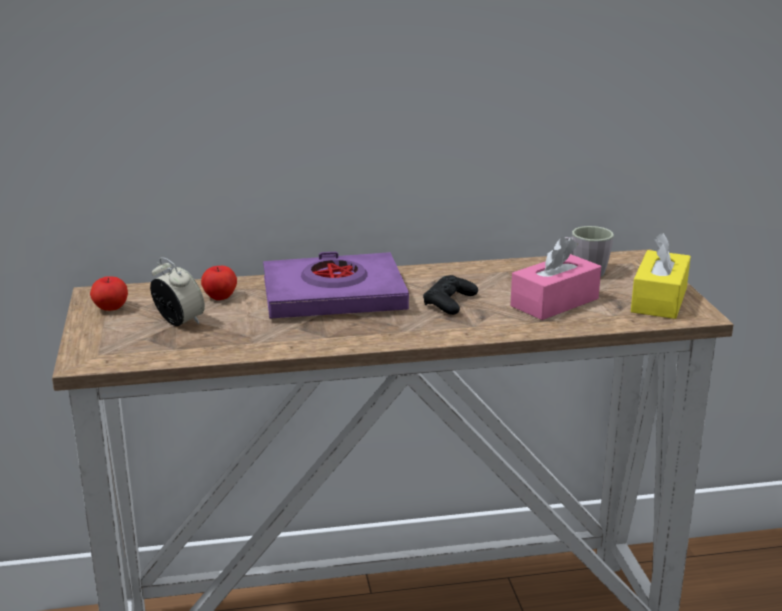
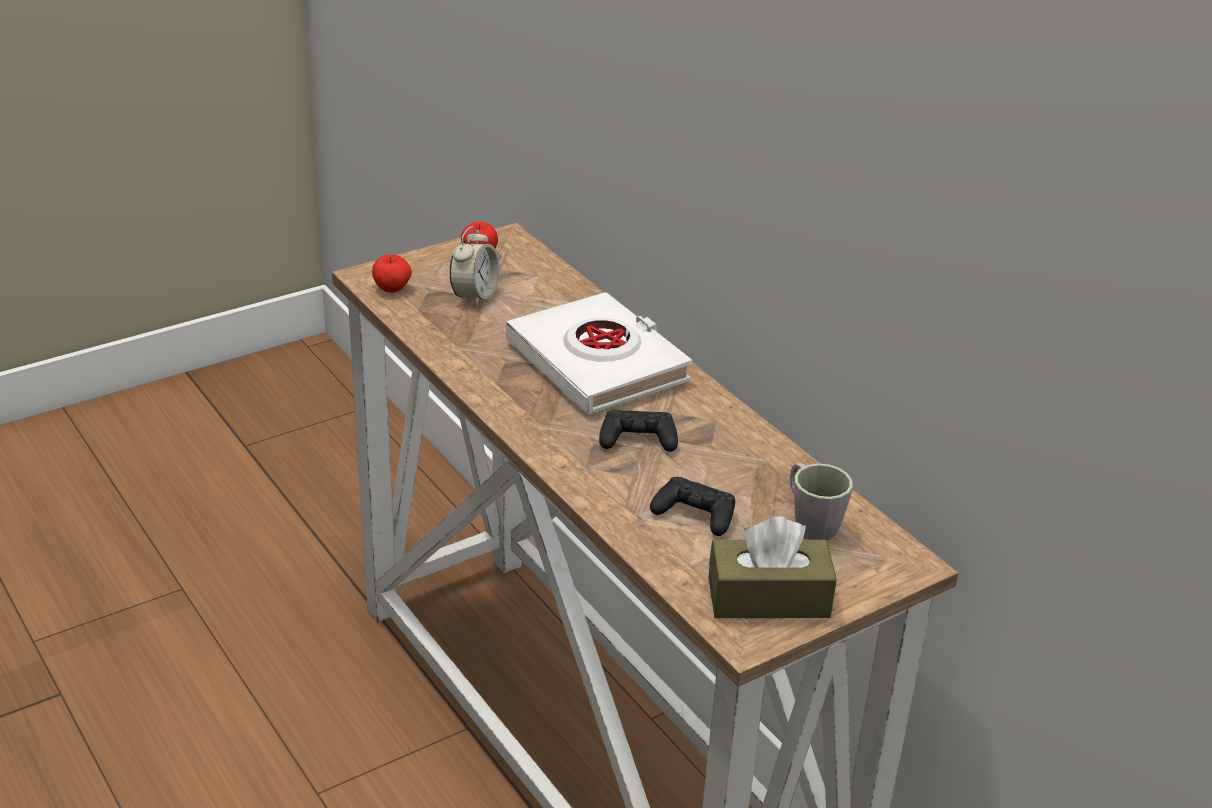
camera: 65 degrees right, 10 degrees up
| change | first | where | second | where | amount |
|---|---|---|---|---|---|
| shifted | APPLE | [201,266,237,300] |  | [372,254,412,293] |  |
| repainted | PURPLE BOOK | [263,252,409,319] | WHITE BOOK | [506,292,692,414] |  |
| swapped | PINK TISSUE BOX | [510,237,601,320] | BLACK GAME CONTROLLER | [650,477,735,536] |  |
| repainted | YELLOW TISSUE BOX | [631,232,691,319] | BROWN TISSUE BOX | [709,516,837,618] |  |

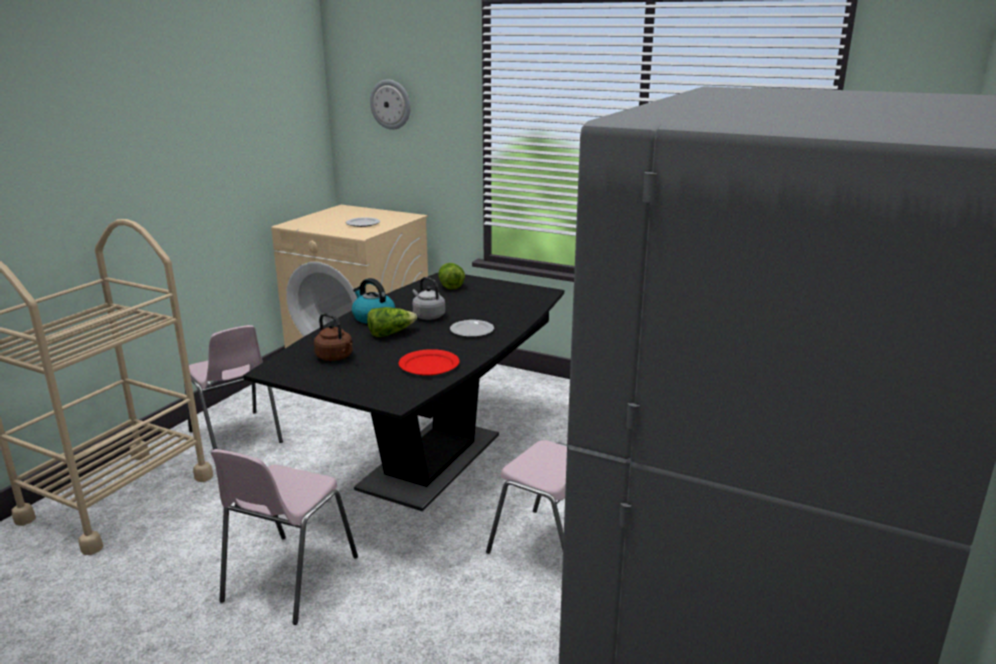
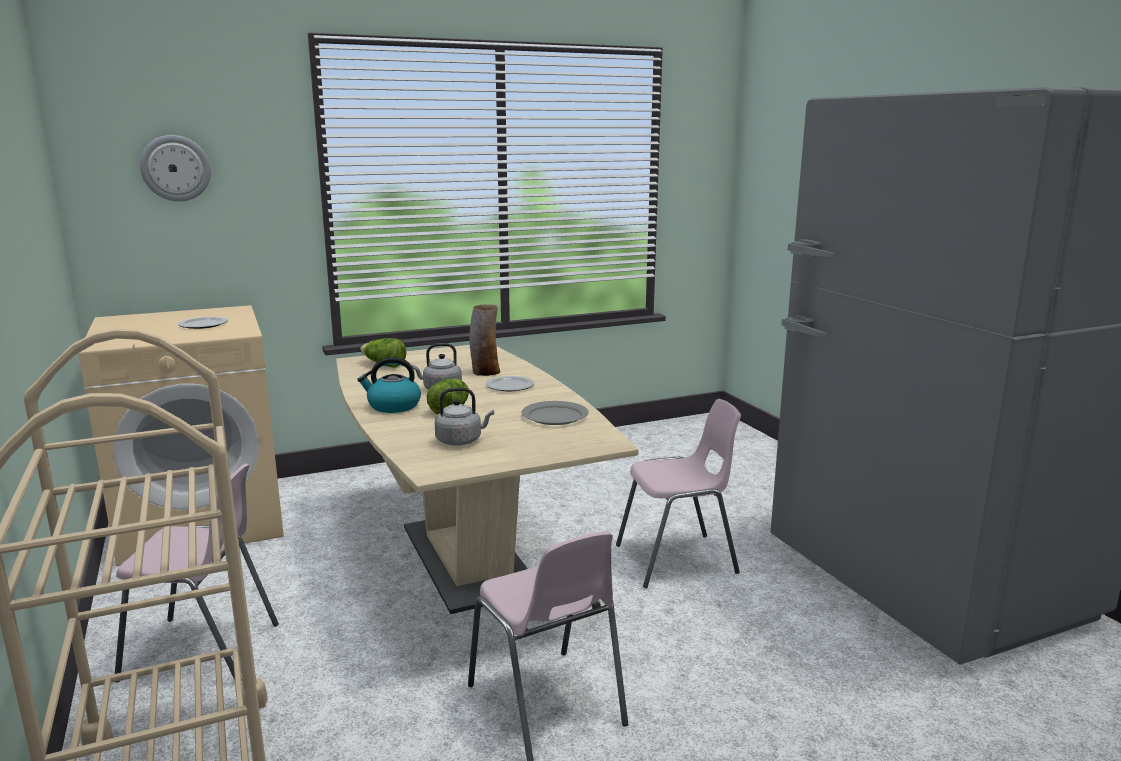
camera: 50 degrees left, 5 degrees down
| change | first | where | second | where | amount |
|---|---|---|---|---|---|
| repainted | BLACK DINING TABLE | [243,272,564,511] | BEIGE DINING TABLE | [336,345,638,614] |  |
| repainted | BROWN KETTLE | [314,313,352,361] | GREY KETTLE | [435,387,494,445] |  |
| new |  |  | VASE | [469,304,500,376] |  |
| repainted | RED PLATE | [399,349,460,376] | GREY PLATE | [522,401,589,425] |  |

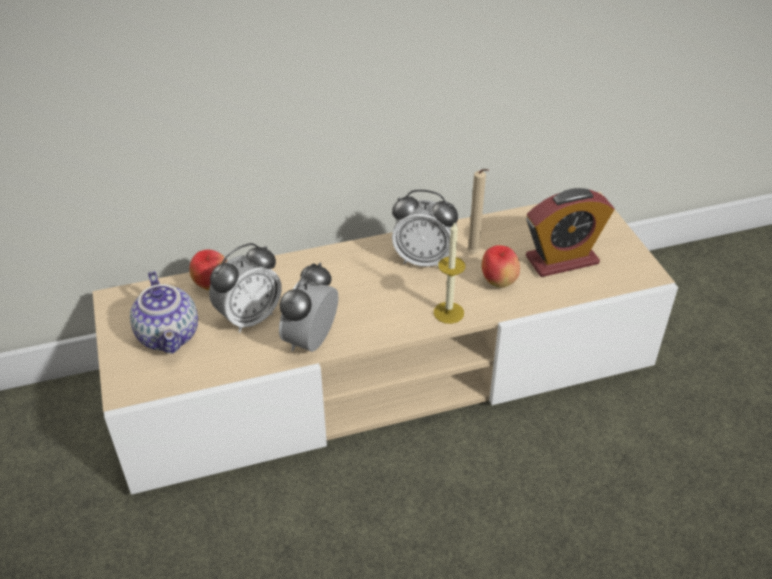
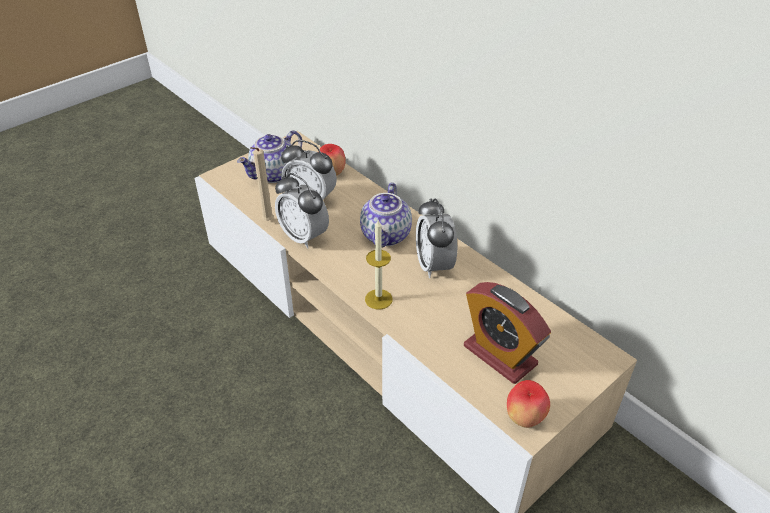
camera: 65 degrees right, 0 degrees up
| change | first | where | second | where | amount |
|---|---|---|---|---|---|
| shifted | BEIGE CANDLE | [467,169,489,254] |  | [250,147,273,221] |  |
| rotated | ALARM CLOCK | [279,263,338,352] |  | [275,173,329,249] | 135 degrees counterclockwise |
| new |  |  | TEAPOT | [360,182,412,248] |  |
| shifted | APPLE | [482,245,520,288] |  | [507,380,550,428] |  |

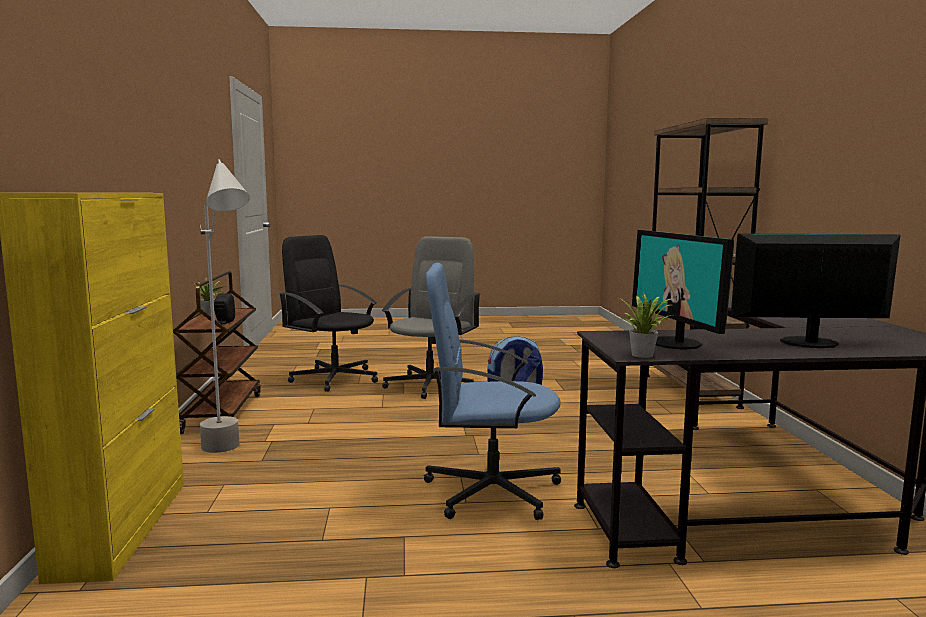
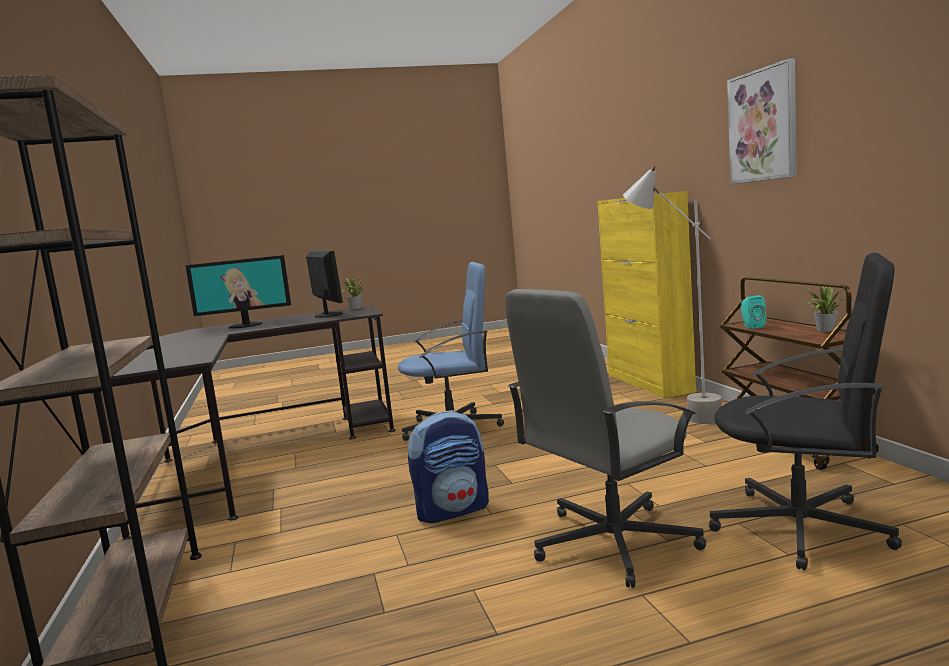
camera: 170 degrees right, 0 degrees up
| change | first | where | second | where | amount |
|---|---|---|---|---|---|
| rotated | GREY OFFICE CHAIR | [382,236,481,399] |  | [505,289,706,588] | 45 degrees clockwise |
| new |  |  | PICTURE | [727,58,797,184] |  |
| repainted | BLACK SPEAKER | [214,293,235,324] | TURQUOISE SPEAKER | [741,295,766,329] |  |

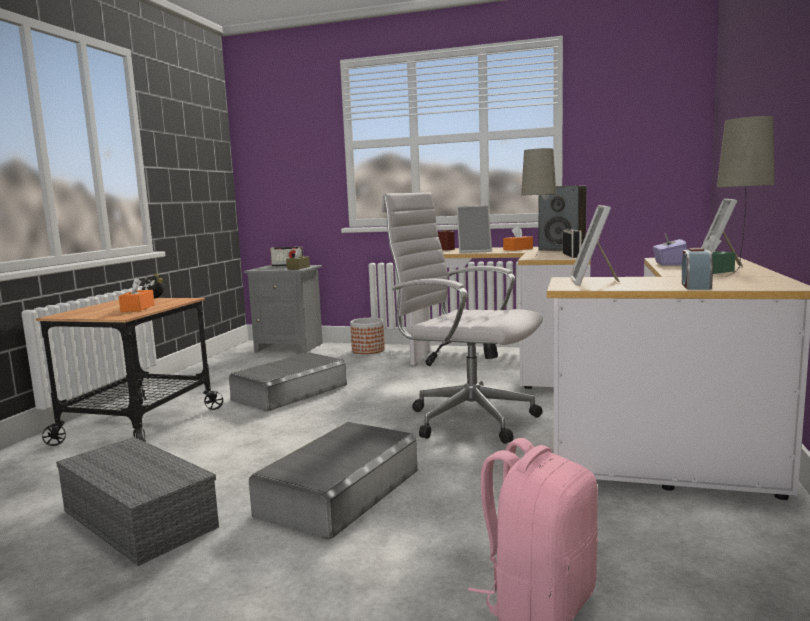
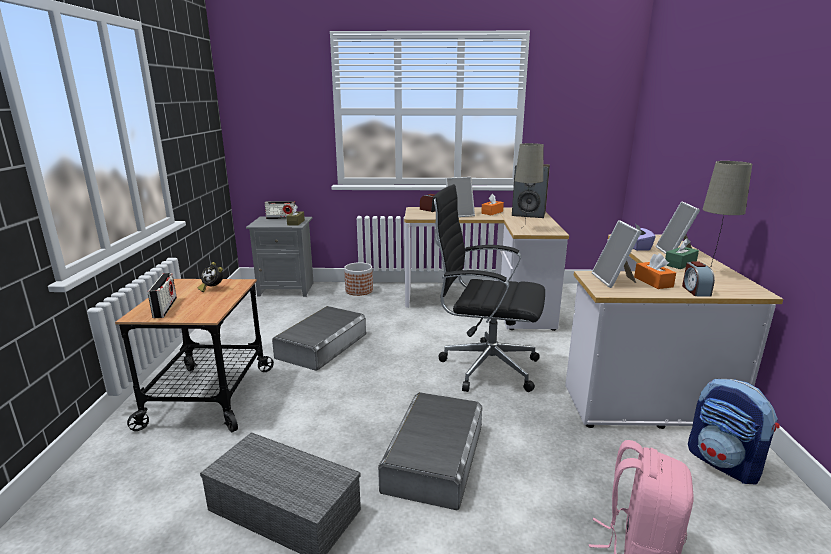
camera: 15 degrees left, 10 degrees up
| change | first | where | second | where | amount |
|---|---|---|---|---|---|
| shifted | RADIO | [563,228,581,258] |  | [148,273,177,318] |  |
| repainted | WHITE OFFICE CHAIR | [382,193,543,444] | BLACK OFFICE CHAIR | [431,184,545,392] |  |
| shifted | ORANGE TISSUE BOX | [119,277,155,312] |  | [634,253,676,289] |  |
| new |  |  | BACKPACK | [688,378,780,484] |  |

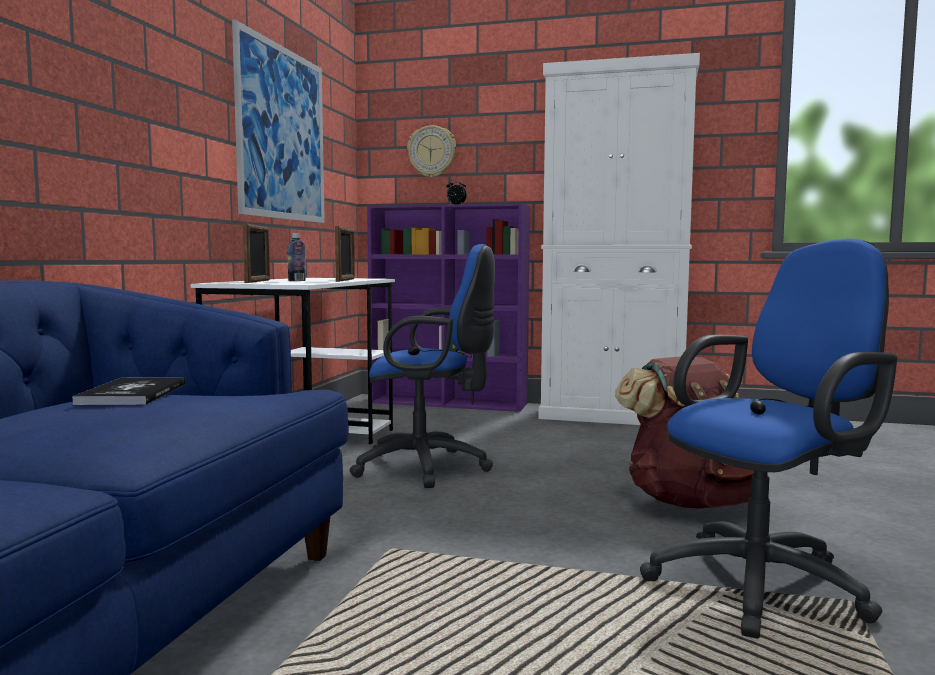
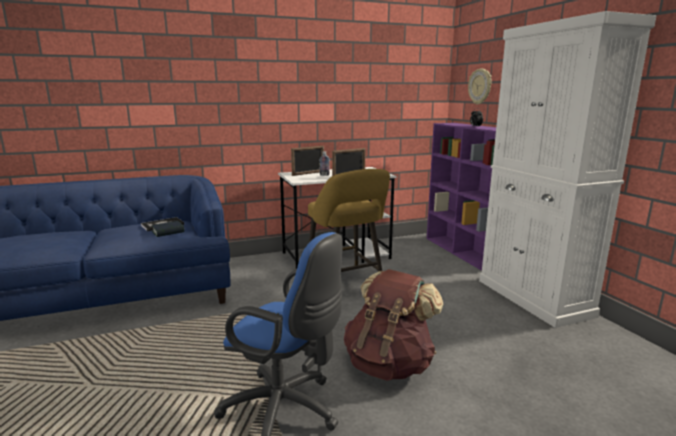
camera: 55 degrees right, 10 degrees up
| change | first | where | second | where | amount |
|---|---|---|---|---|---|
| new |  |  | BOOK | [152,221,184,237] |  |
| swapped | BLUE OFFICE CHAIR | [349,244,495,488] | YELLOW STOOL | [308,169,390,272] |  |
| gone | PICTURE | [232,19,325,223] |  |  |  |

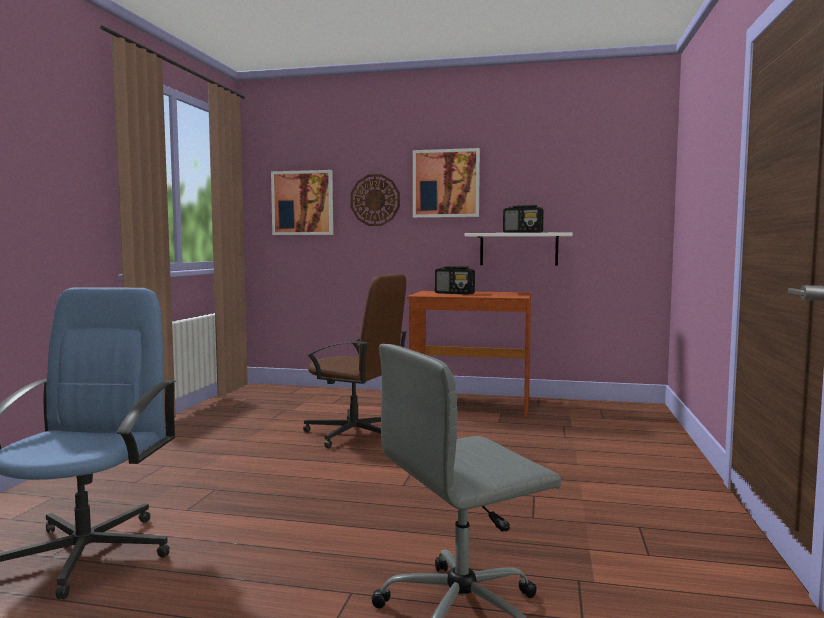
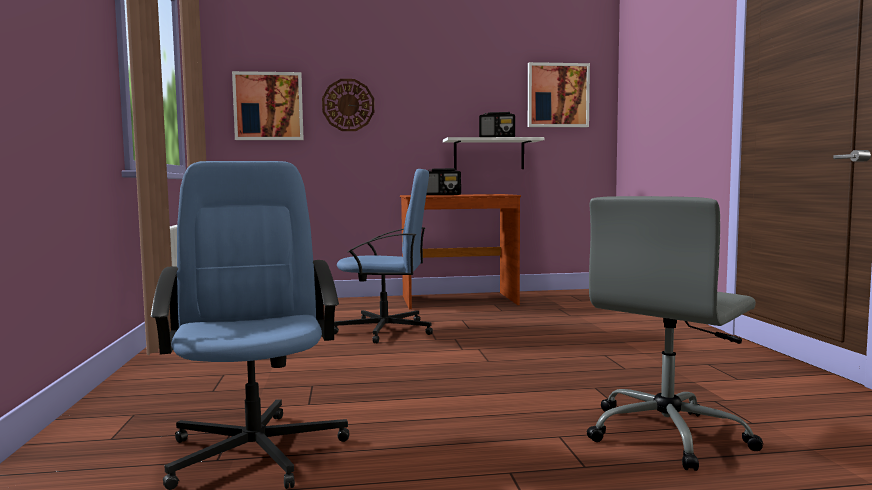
camera: 20 degrees left, 0 degrees up
| change | first | where | second | where | amount |
|---|---|---|---|---|---|
| repainted | BROWN OFFICE CHAIR | [303,274,407,448] | BLUE OFFICE CHAIR | [334,169,433,343] |  |
| shifted | PICTURE | [413,148,480,218] |  | [528,62,590,127] |  |

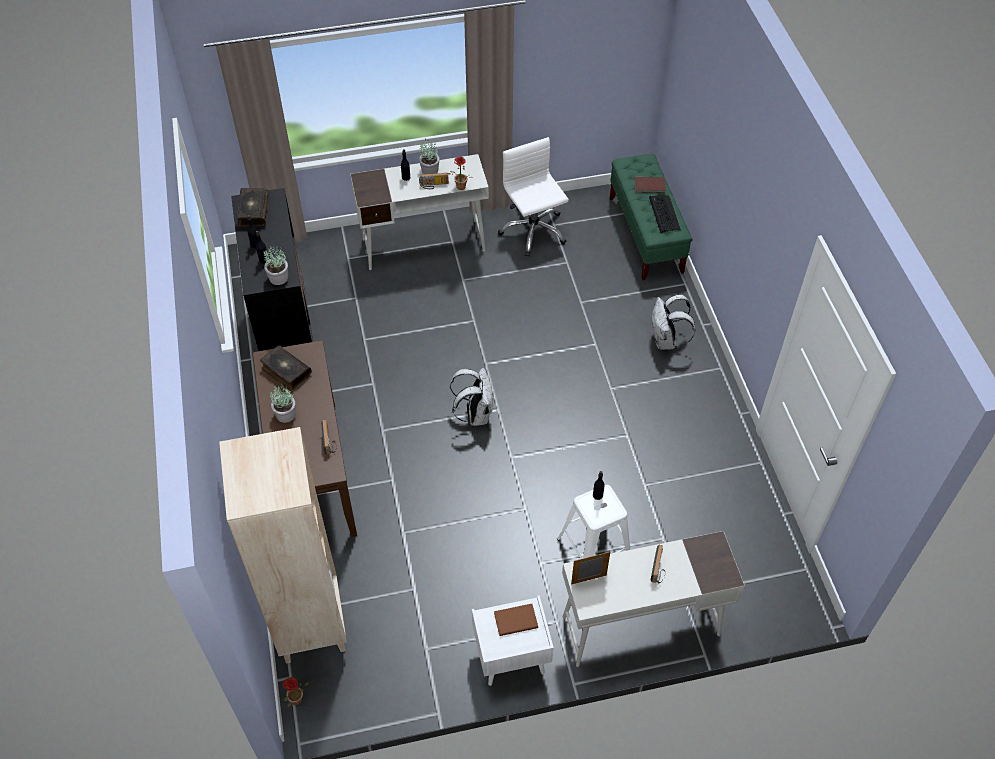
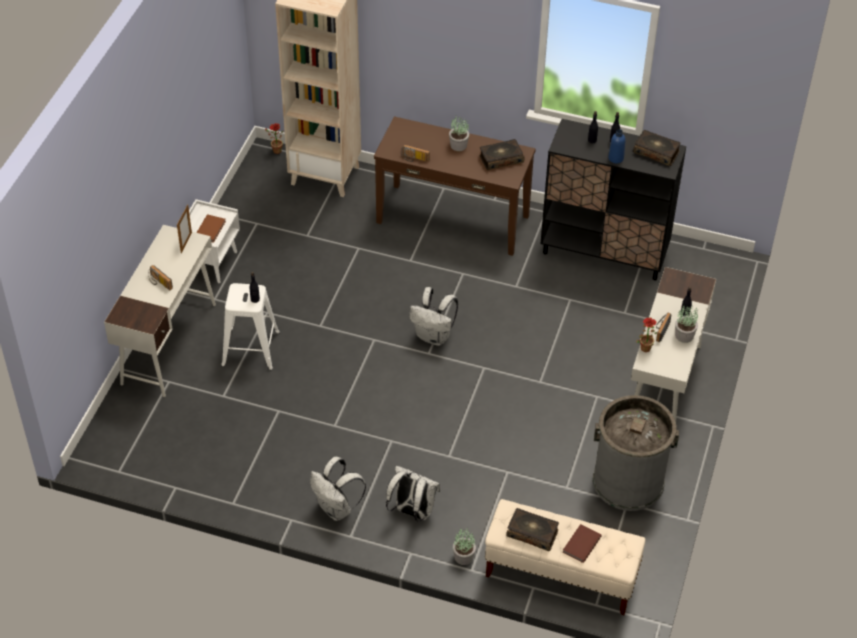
camera: 120 degrees right, 5 degrees down
| change | first | where | second | where | amount |
|---|---|---|---|---|---|
| new |  |  | WHITE BACKPACK | [310,457,366,521] |  |
| shifted | POTTED PLANT | [263,245,288,285] |  | [453,527,476,565] |  |
| repainted | GREEN BENCH | [610,154,693,281] | BEIGE BENCH | [485,499,645,615] |  |
| swapped | KEYBOARD | [649,195,681,233] | BOOK | [506,508,559,551] |  |
| swapped | WHITE OFFICE CHAIR | [498,137,569,257] | GREY TRASH CAN | [593,395,679,511] |  |
| new |  |  | BLUE BOTTLE | [608,129,626,163] |  |

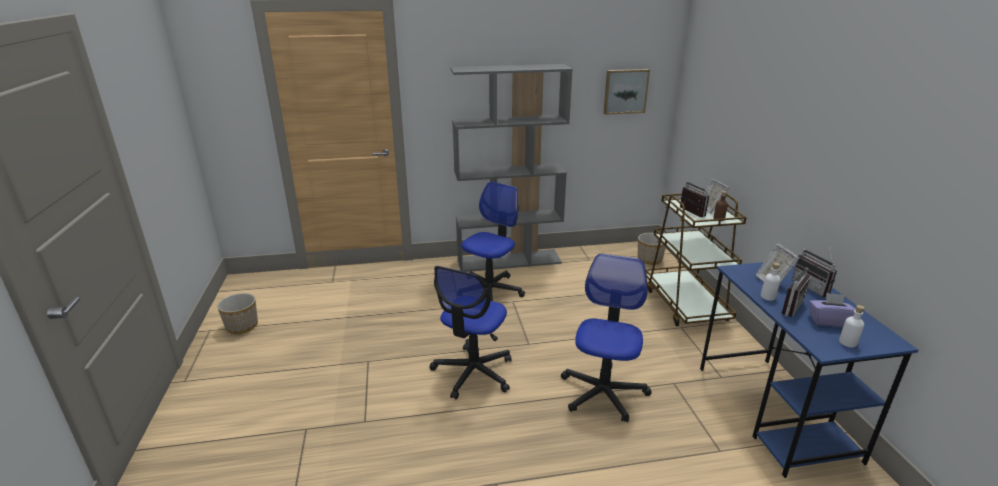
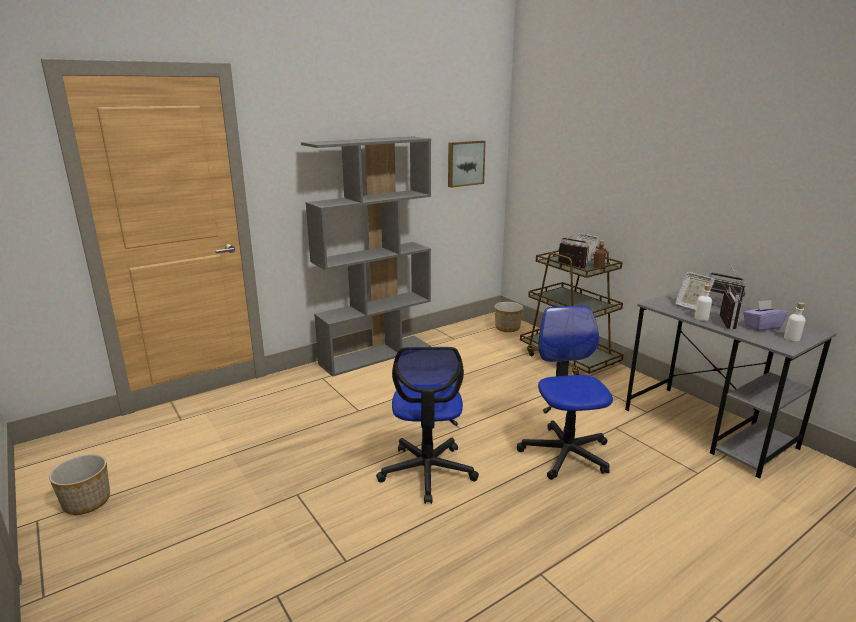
camera: 25 degrees left, 5 degrees down
| change | first | where | second | where | amount |
|---|---|---|---|---|---|
| repainted | BLUE DESK | [700,262,918,478] | GREY DESK | [625,290,837,479] |  |
| gone | OFFICE CHAIR | [461,182,525,301] |  |  |  |

